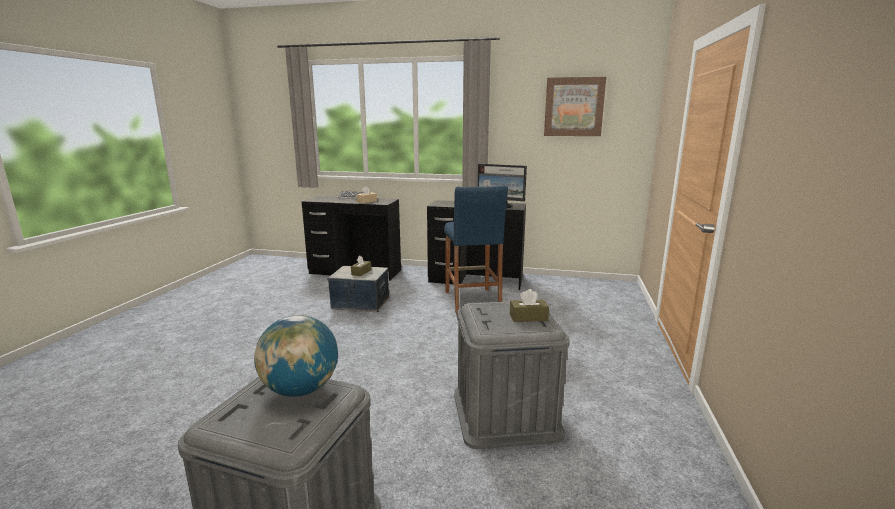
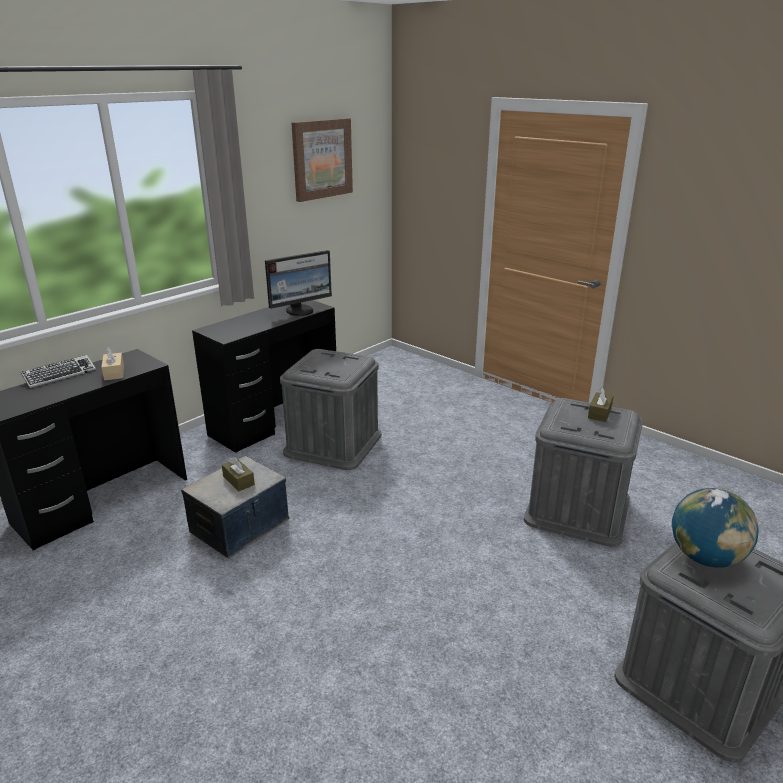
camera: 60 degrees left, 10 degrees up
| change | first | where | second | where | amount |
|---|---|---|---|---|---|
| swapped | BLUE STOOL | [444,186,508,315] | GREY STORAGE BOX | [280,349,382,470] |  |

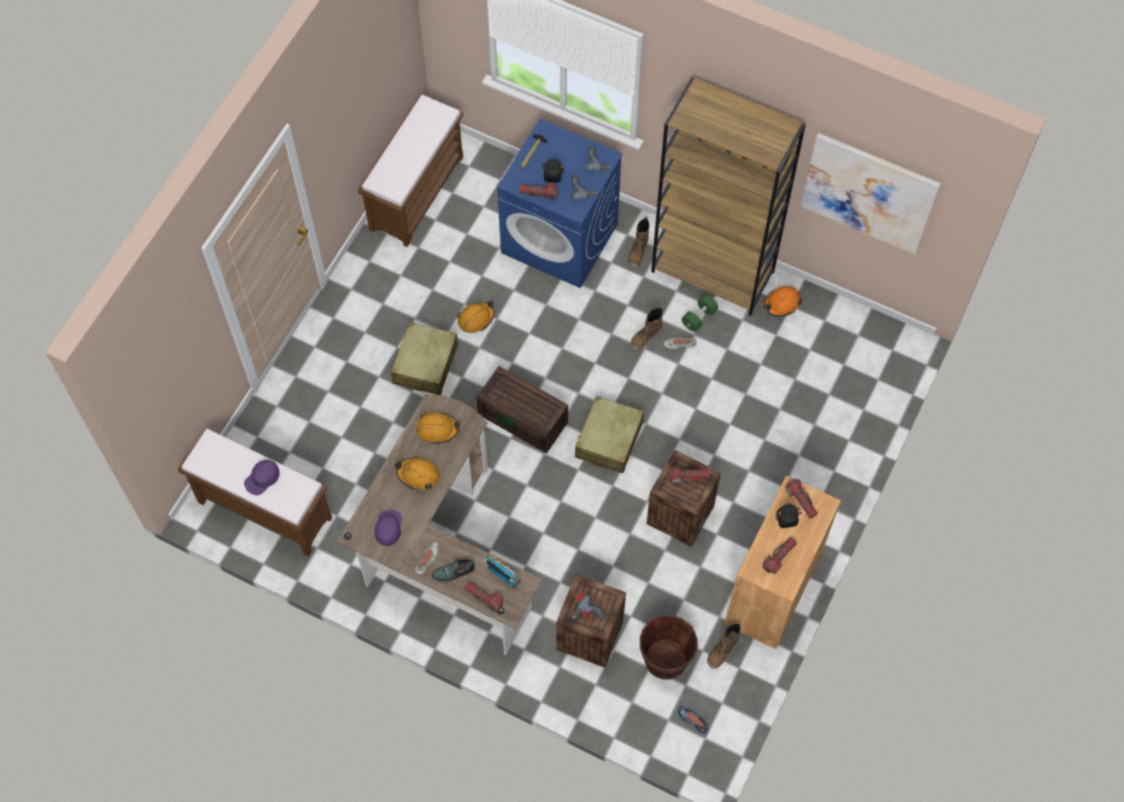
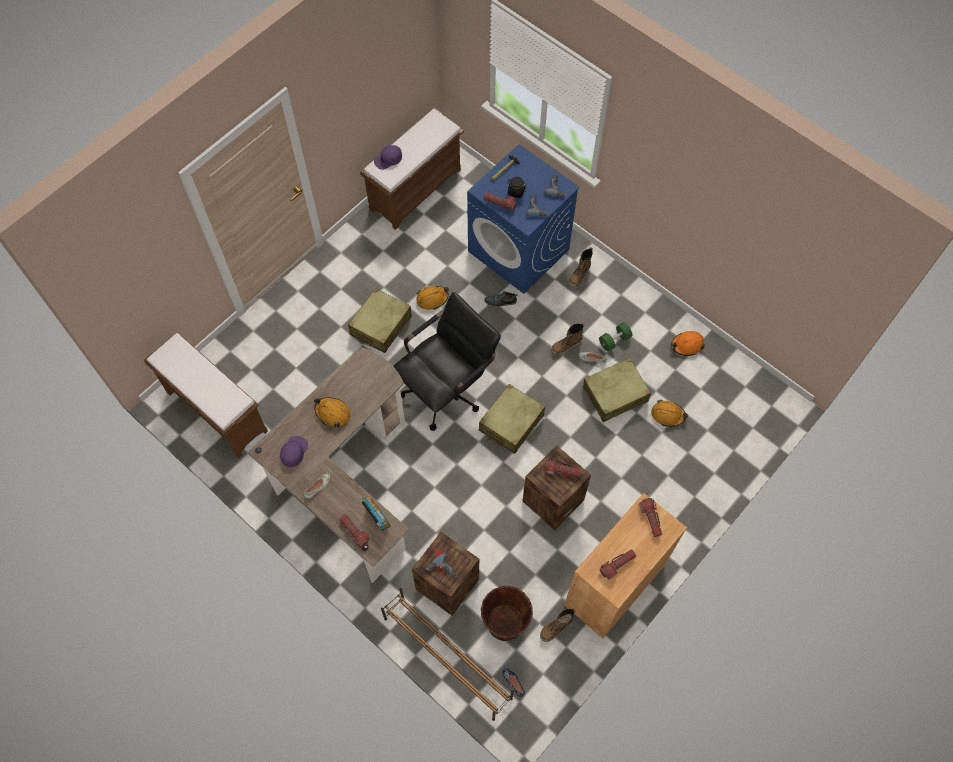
camera: 15 degrees right, 0 degrees up
| change | first | where | second | where | amount |
|---|---|---|---|---|---|
| shifted | PURPLE CAP | [244,460,280,495] |  | [374,145,402,170] |  |
| new |  |  | BROWN SHOE RACK | [381,588,514,721] |  |
| swapped | BROWN STORAGE BOX | [477,366,568,454] | BLACK OFFICE CHAIR | [393,292,501,431] |  |
| shifted | SHOE | [432,559,475,582] |  | [484,291,518,307] |  |
| new |  |  | BEIGE SUITCASE | [583,358,651,422] |  |
| shifted | ORANGE HARD HAT | [416,412,460,444] |  | [651,399,688,427] |  |
| gone | BROWN BOOKCASE | [651,77,806,315] |  |  |  |
| gone | BLACK JAR | [776,504,802,528] |  |  |  |
| gone | PICTURE | [801,133,941,254] |  |  |  |

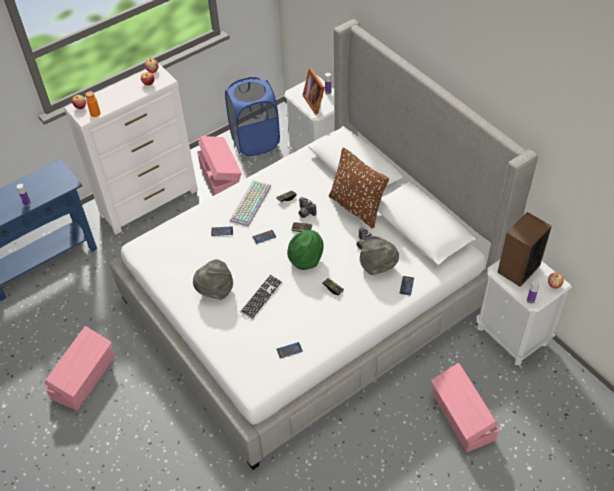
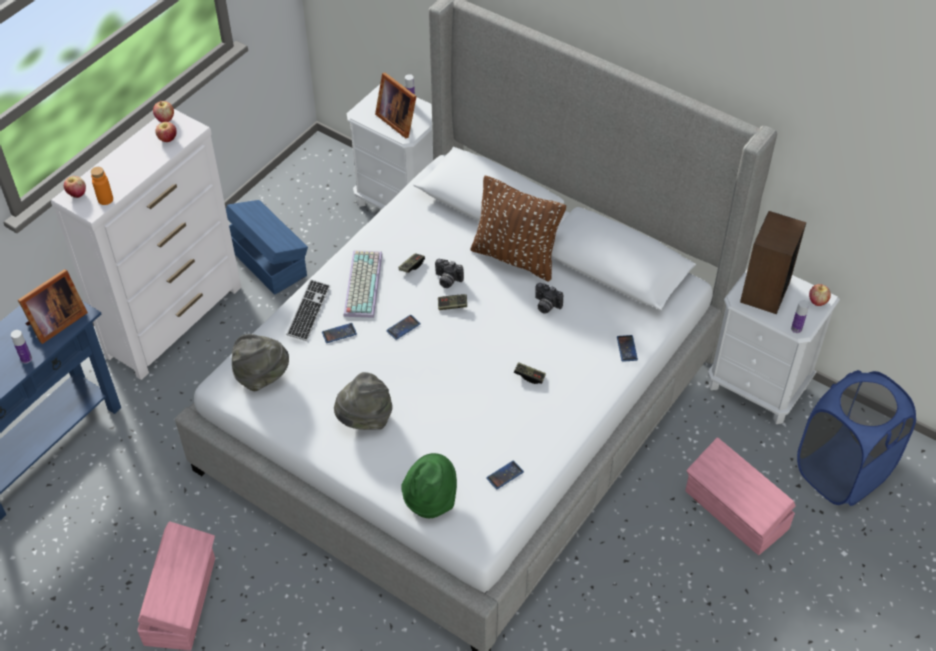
camera: 20 degrees left, 0 degrees up
| change | first | where | second | where | amount |
|---|---|---|---|---|---|
| new |  |  | PICTURE FRAME | [18,269,88,344] |  |
| repainted | PINK STORAGE BOX | [197,136,242,195] | BLUE STORAGE BOX | [226,200,308,295] |  |
| shifted | GREY HAT | [360,236,399,275] |  | [232,334,289,391] |  |
| shifted | KEYBOARD | [240,274,283,320] |  | [286,279,331,341] |  |
| shifted | GREEN HAT | [287,230,324,270] |  | [402,453,457,518] |  |
| shifted | BLUE LAUNDRY BASKET | [225,77,280,157] |  | [797,370,916,506] |  |

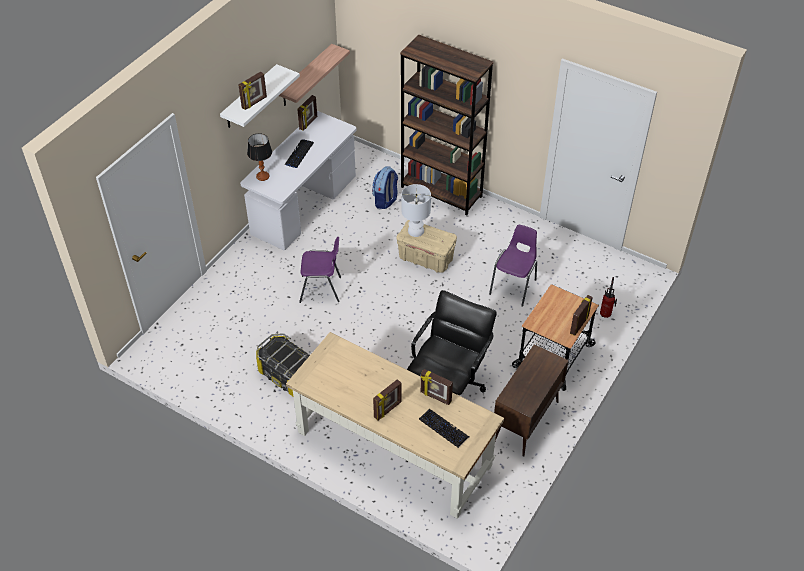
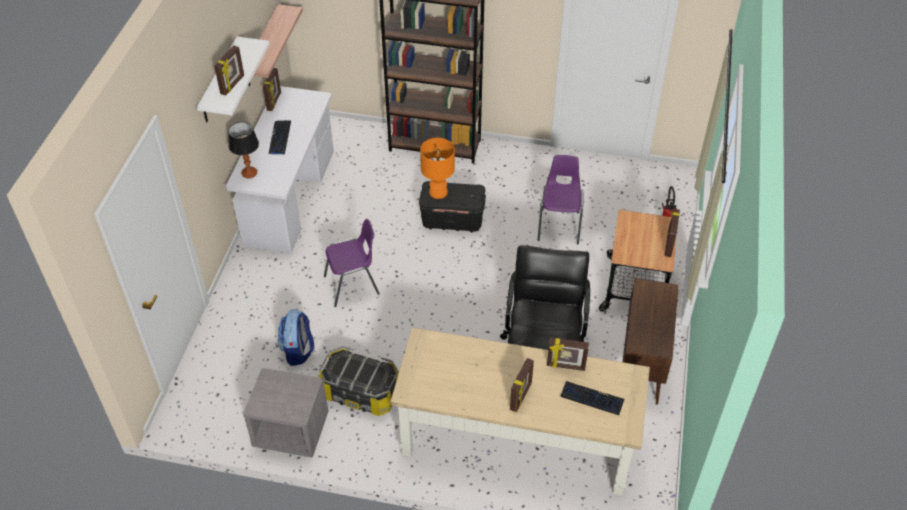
camera: 20 degrees left, 0 degrees up
| change | first | where | second | where | amount |
|---|---|---|---|---|---|
| new |  |  | GREY NIGHTSTAND | [243,368,328,458] |  |
| shifted | BACKPACK | [372,166,398,209] |  | [278,309,314,366] |  |
| repainted | BEIGE STORAGE BOX | [397,220,457,273] | BLACK STORAGE BOX | [419,181,486,232] |  |
| repainted | WHITE TABLE LAMP | [401,184,431,237] | ORANGE TABLE LAMP | [420,138,455,199] |  |

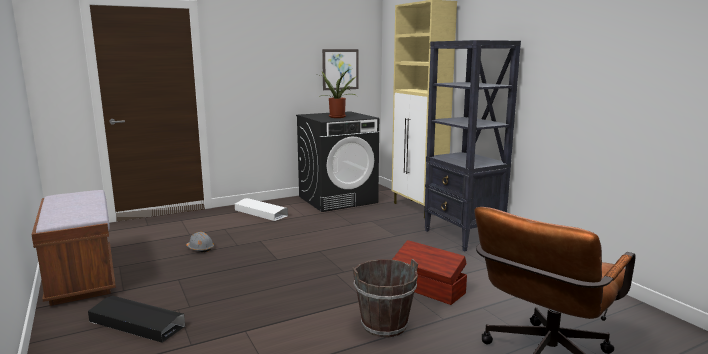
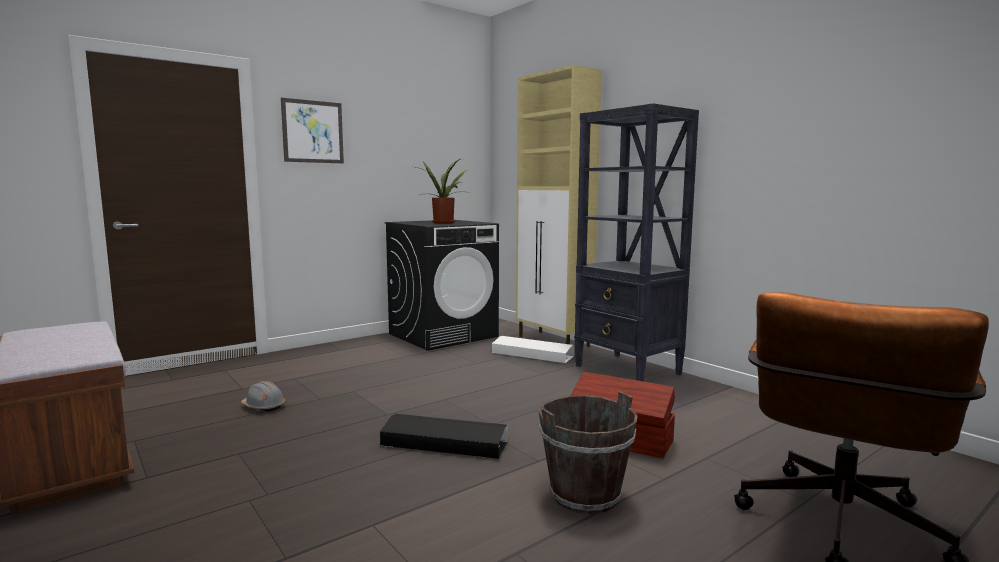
camera: 10 degrees left, 5 degrees down
| change | first | where | second | where | amount |
|---|---|---|---|---|---|
| shifted | PICTURE | [322,49,359,90] |  | [281,98,344,163] |  |
| shifted | BLACK STORAGE BOX | [88,296,185,343] |  | [380,414,508,459] |  |
| shifted | WHITE STORAGE BOX | [235,198,288,221] |  | [492,336,575,363] |  |

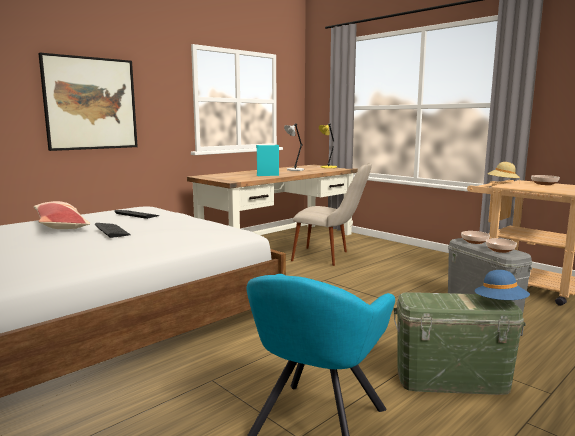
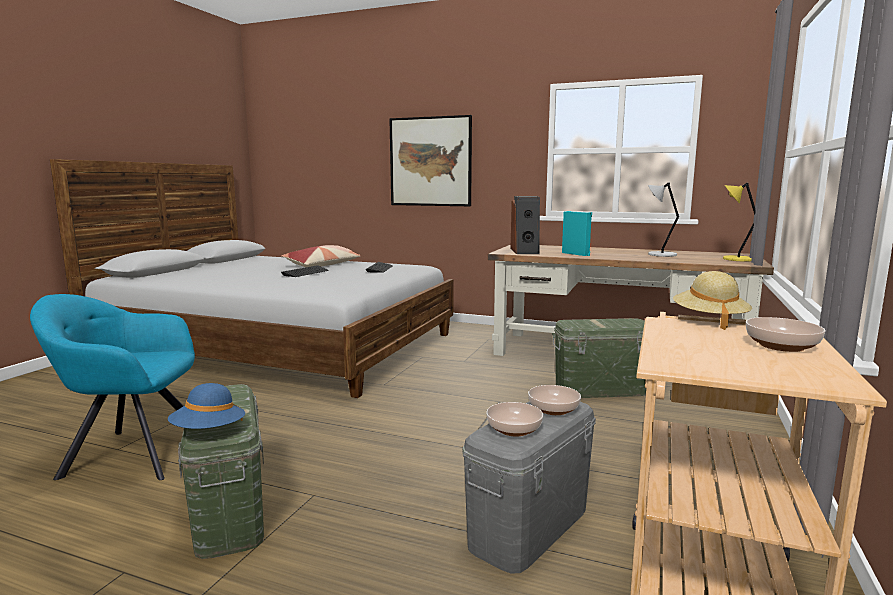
camera: 65 degrees right, 0 degrees up
| change | first | where | second | where | amount |
|---|---|---|---|---|---|
| new |  |  | SPEAKER | [511,196,540,254] |  |
| swapped | BEIGE CHAIR | [291,162,372,266] | GREEN STORAGE BOX | [552,318,646,398] |  |

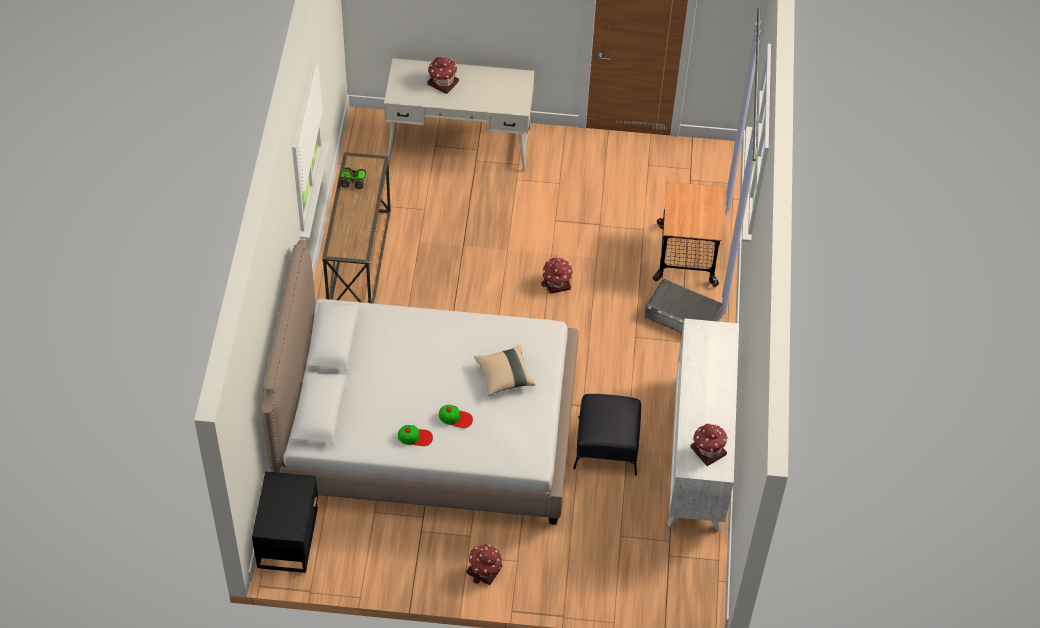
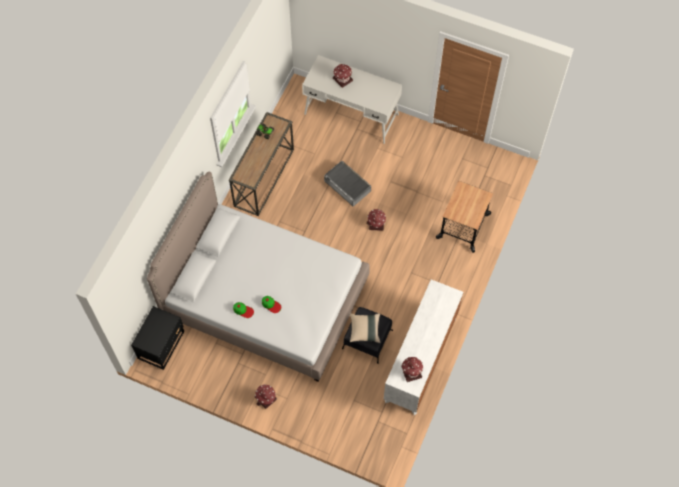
camera: 20 degrees right, 10 degrees up
| change | first | where | second | where | amount |
|---|---|---|---|---|---|
| shifted | GREY STORAGE BOX | [644,279,723,333] |  | [324,161,371,207] |  |
| shifted | BEIGE PILLOW | [474,345,536,396] |  | [350,313,381,343] |  |

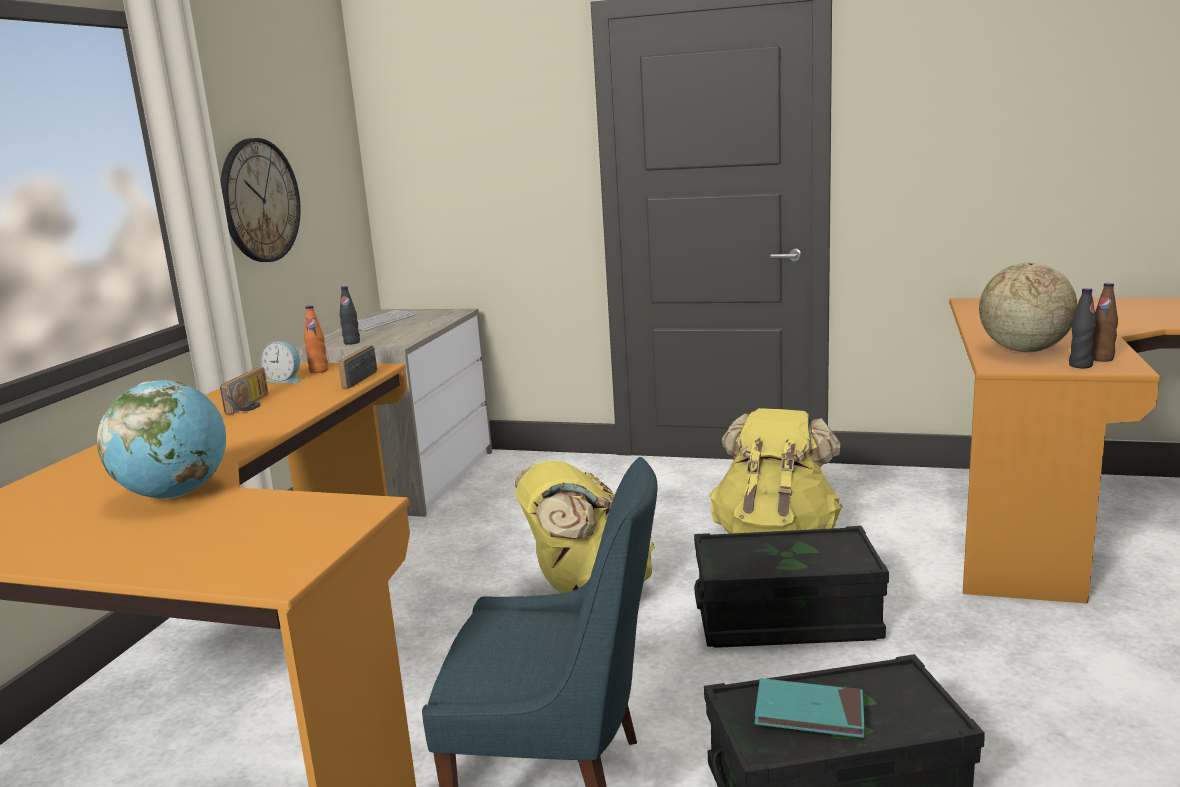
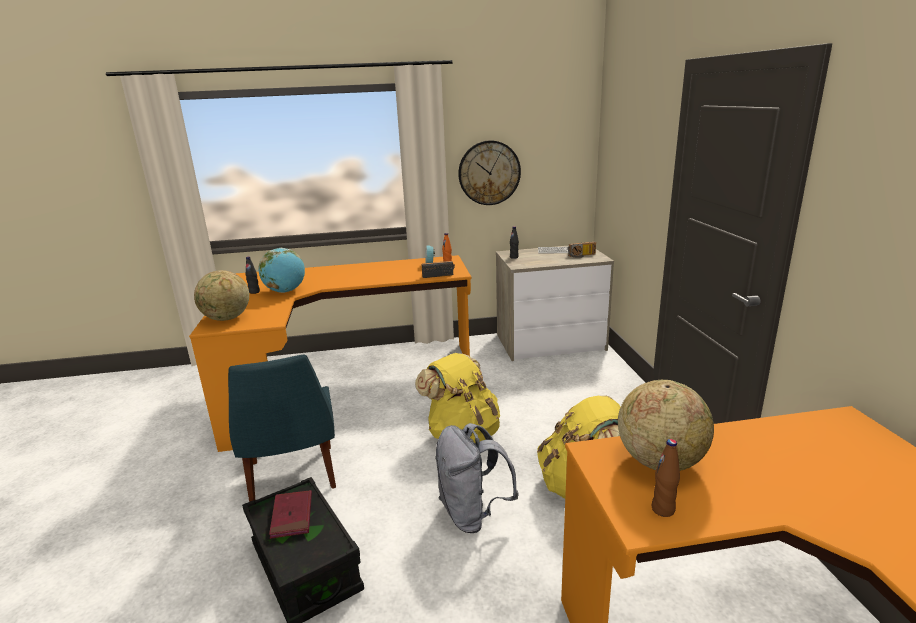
camera: 65 degrees right, 5 degrees up
| change | first | where | second | where | amount |
|---|---|---|---|---|---|
| new |  |  | GLOBE | [194,270,249,321] |  |
| shifted | BLACK BOTTLE | [1069,288,1097,368] |  | [246,257,260,294] |  |
| repainted | TURQUOISE BOOK | [755,678,865,738] | RED BOOK | [269,490,312,539] |  |
| swapped | BLACK STORAGE BOX | [694,526,889,648] | GREY BACKPACK | [435,423,519,533] |  |
| shifted | RADIO | [220,367,269,414] |  | [568,242,596,258] |  |

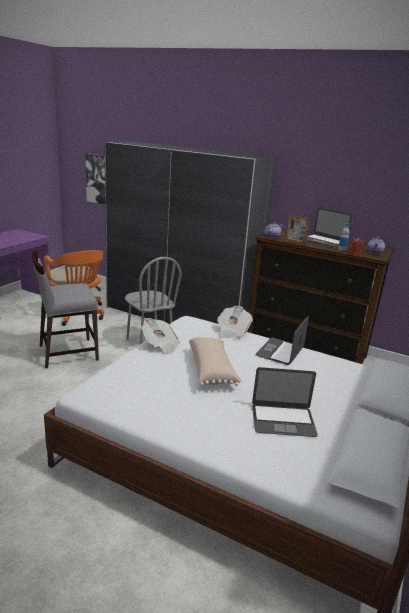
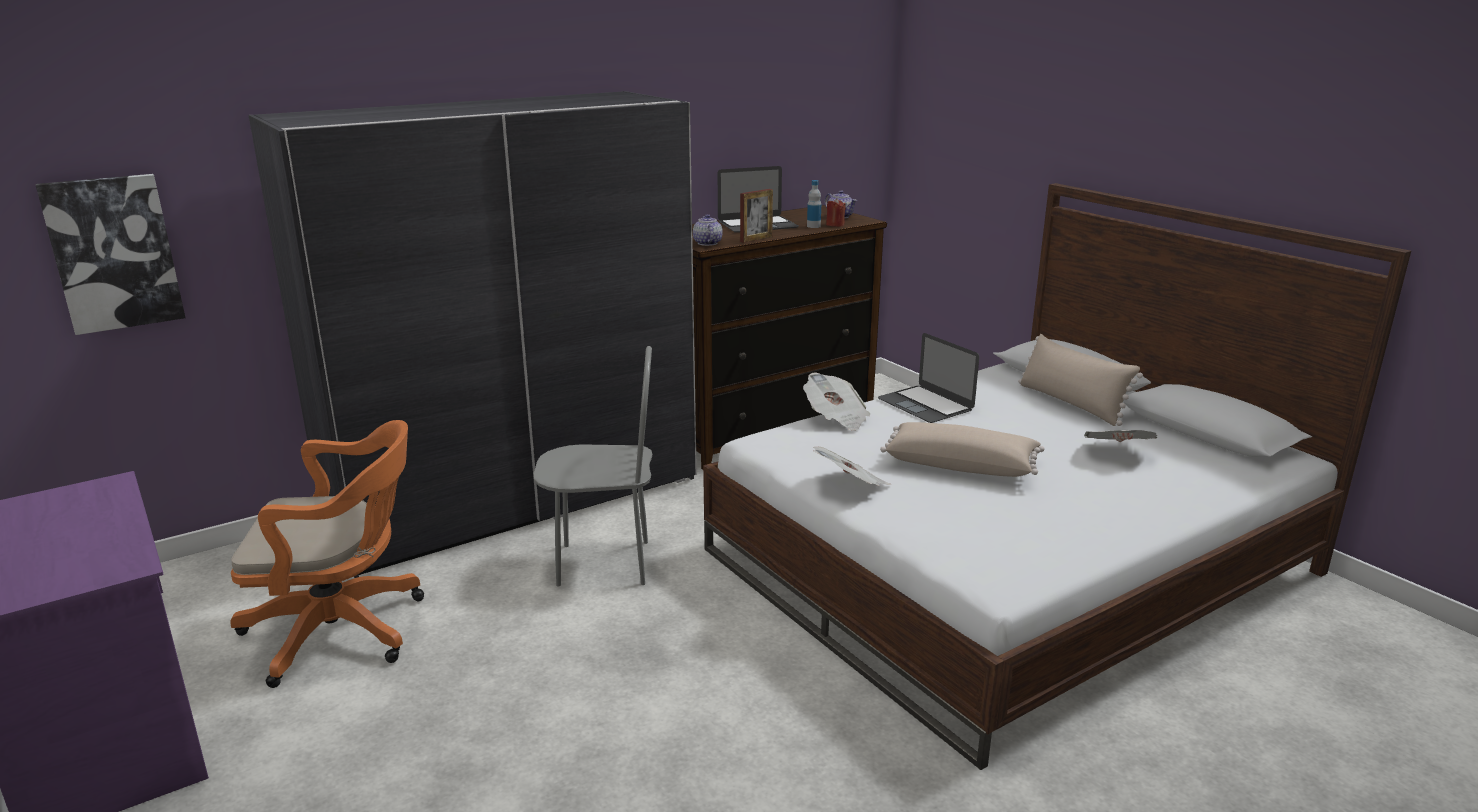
camera: 60 degrees left, 0 degrees up
| change | first | where | second | where | amount |
|---|---|---|---|---|---|
| new |  |  | BEIGE PILLOW | [1018,334,1143,426] |  |
| swapped | LAPTOP | [252,367,318,437] | NEWSPAPER | [1084,430,1157,442] |  |
| gone | GREY CHAIR | [32,250,99,368] |  |  |  |

